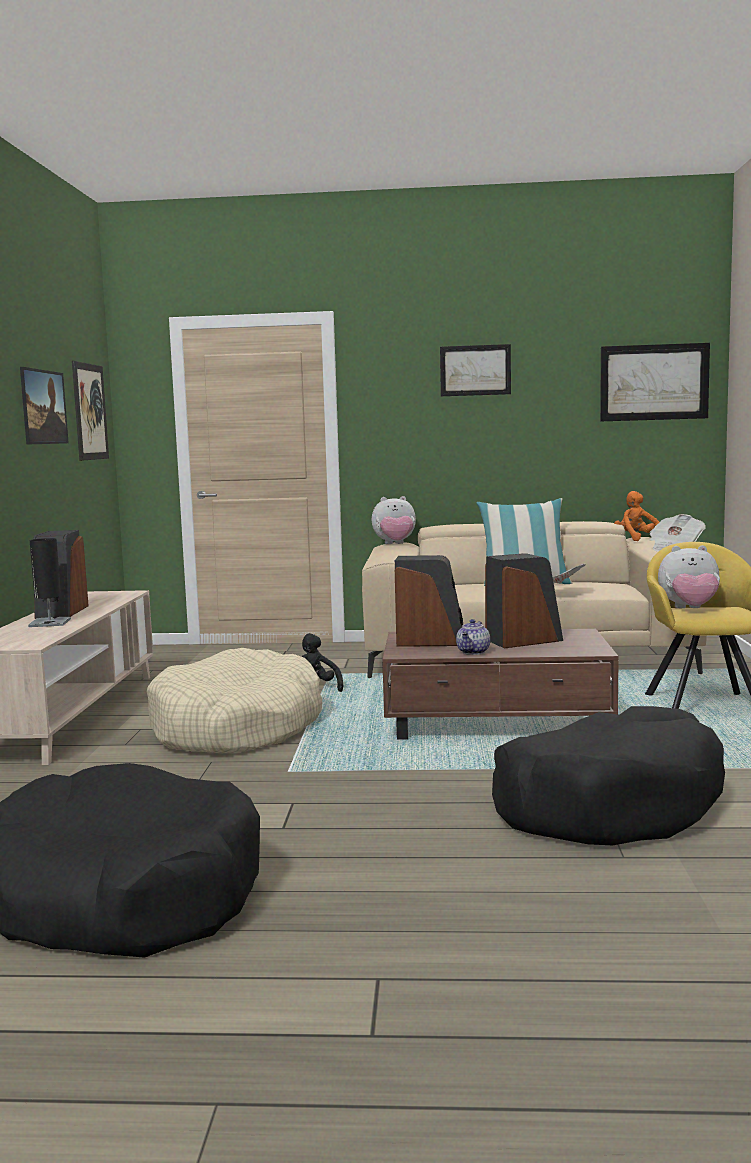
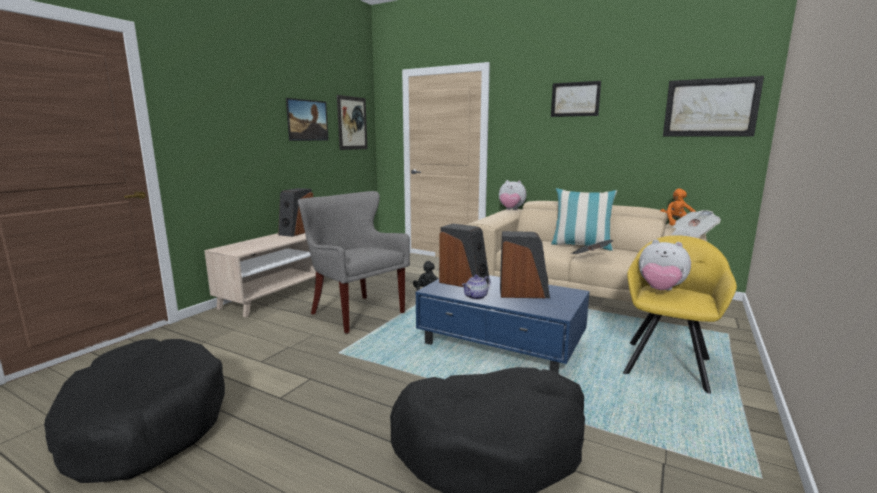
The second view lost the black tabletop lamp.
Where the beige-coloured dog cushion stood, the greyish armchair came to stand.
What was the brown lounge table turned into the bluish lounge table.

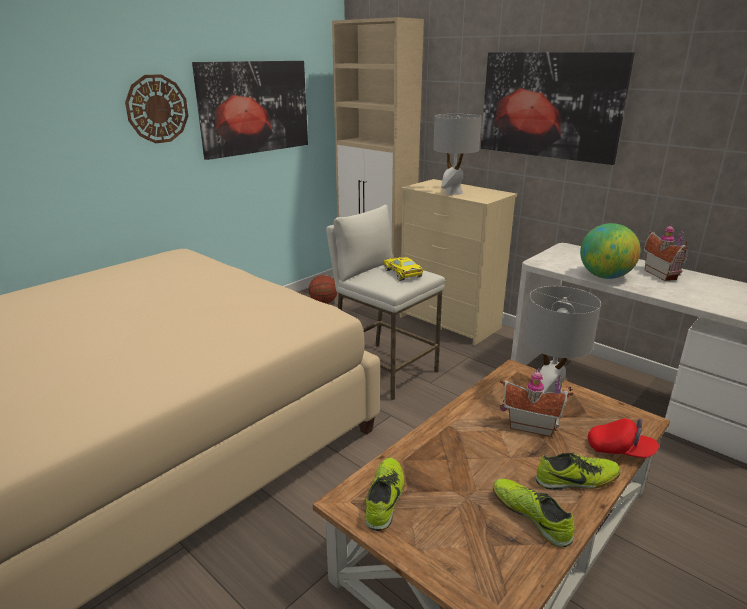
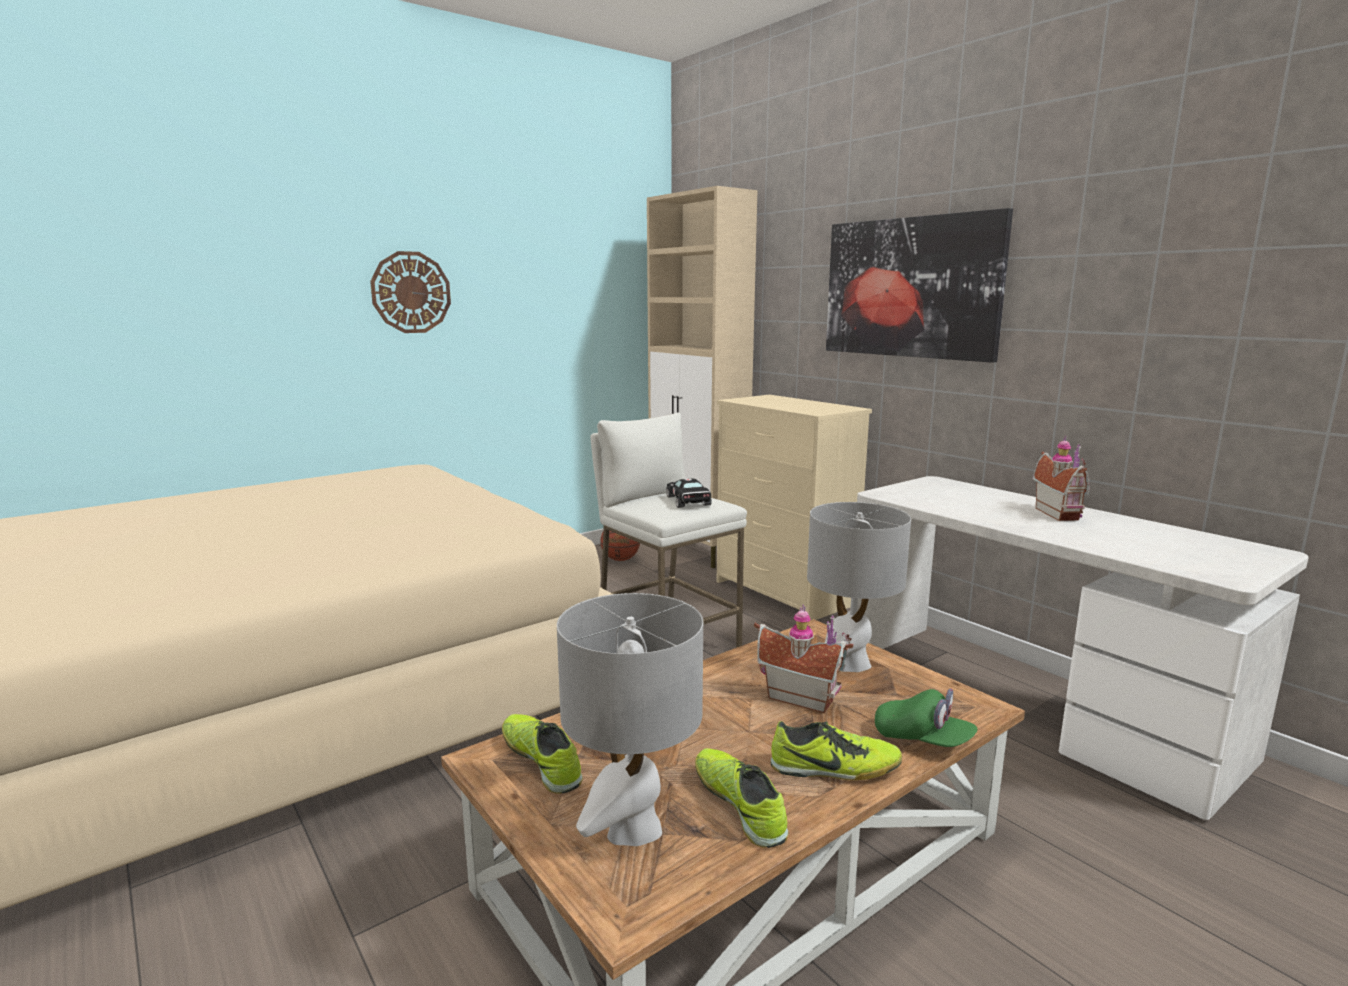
The second view lost the wall picture (no. 1 from left).
The low shoe (no. 1 from left) ended up facing another way, 60 degrees counterclockwise from before.
What was the yellowish toy car turned into the black toy car.
The greyish tabletop lamp (no. 1 from left) ended up elsewhere.
The second view lost the desk globe.
What was the reddish baseball cap turned into the green-coloured baseball cap.

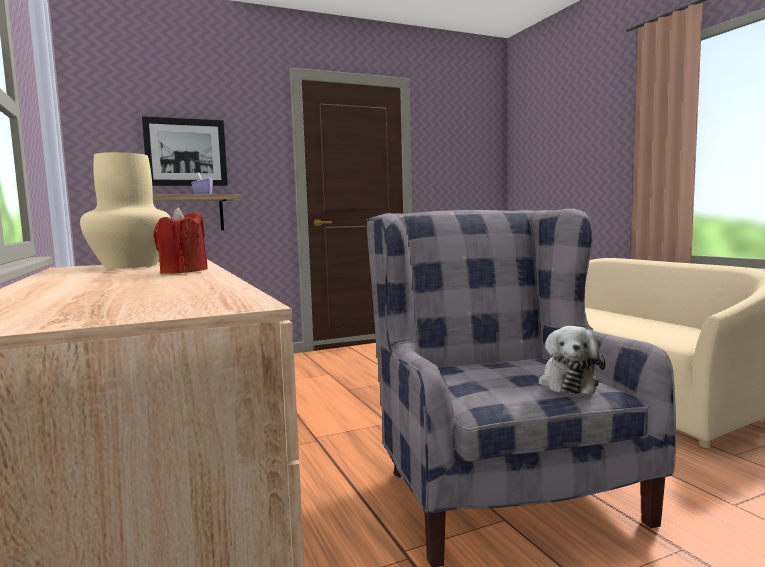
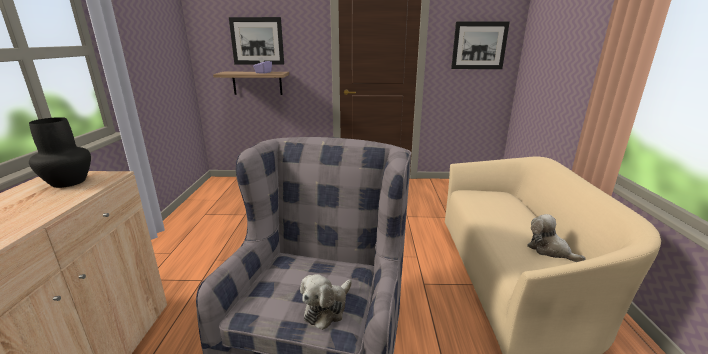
What was the beige-coloured decorative vase turned into the black decorative vase.
The second view lost the reddish candle.
The second view gained the wall picture (no. 2 from left).
The second view gained the cuddly toy (no. 2 from left).

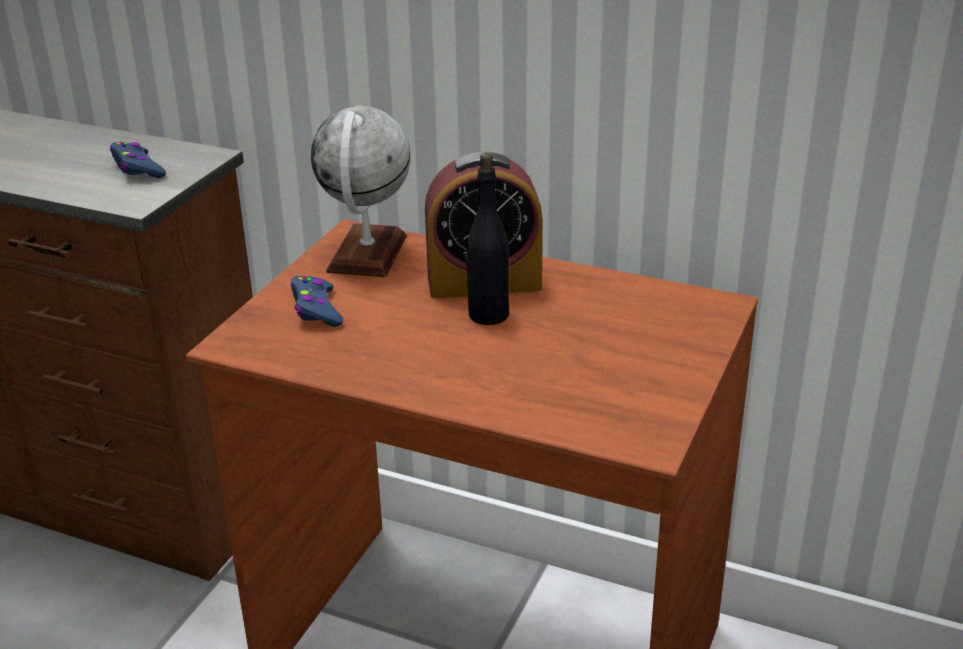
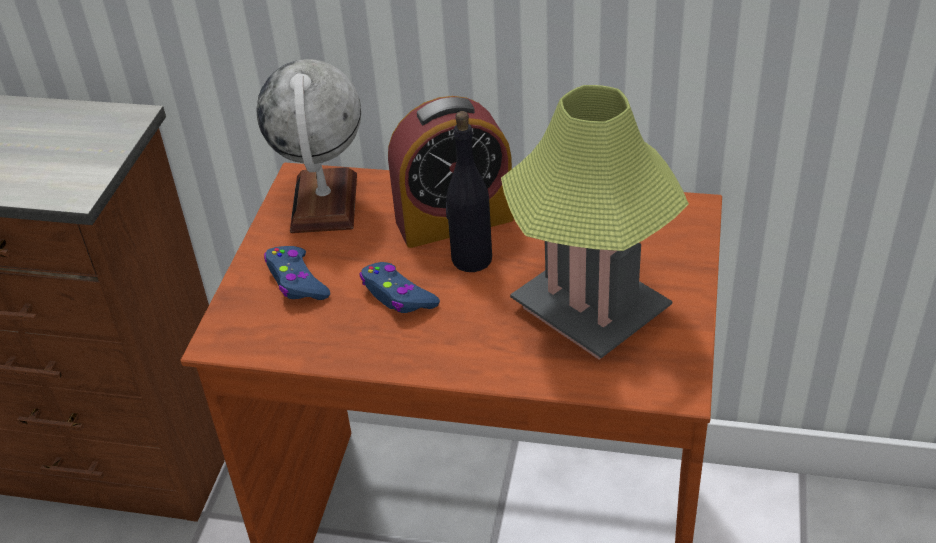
The bluish game controller (no. 1 from left in the first image) ended up elsewhere.
The second view gained the tabletop lamp.

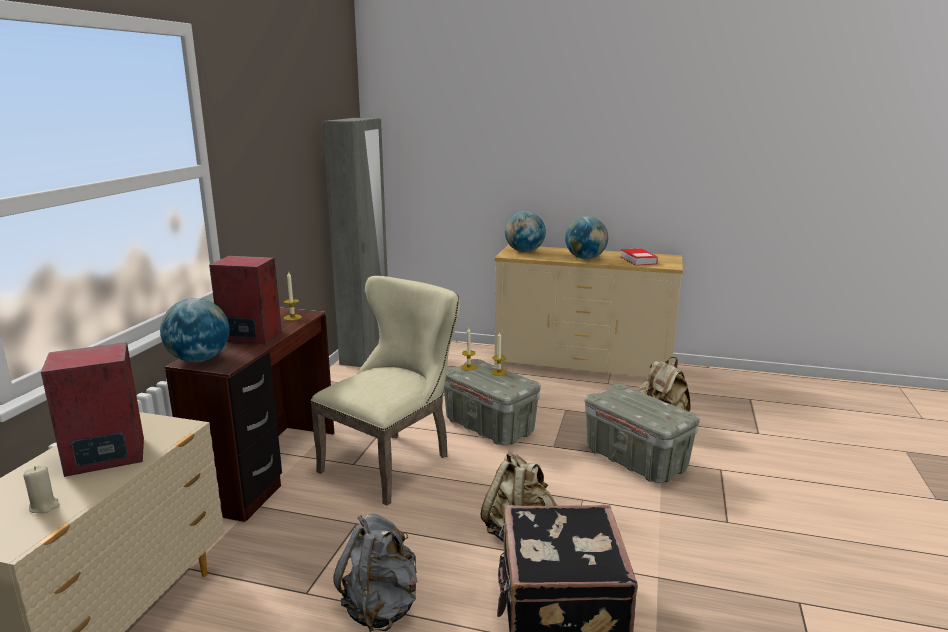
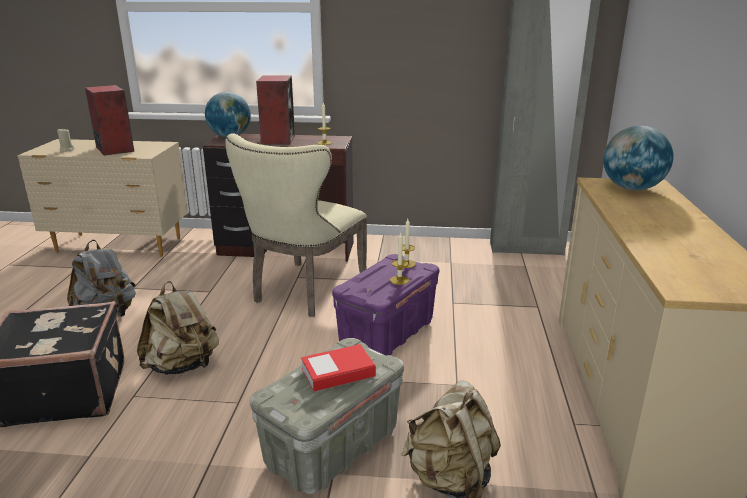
The beige-coloured chair ended up facing another way, 90 degrees clockwise from before.
What was the greyish storage container (no. 1 from left) turned into the purple-coloured storage container.
The second view lost the desk globe (no. 3 from left).
The volume ended up elsewhere.

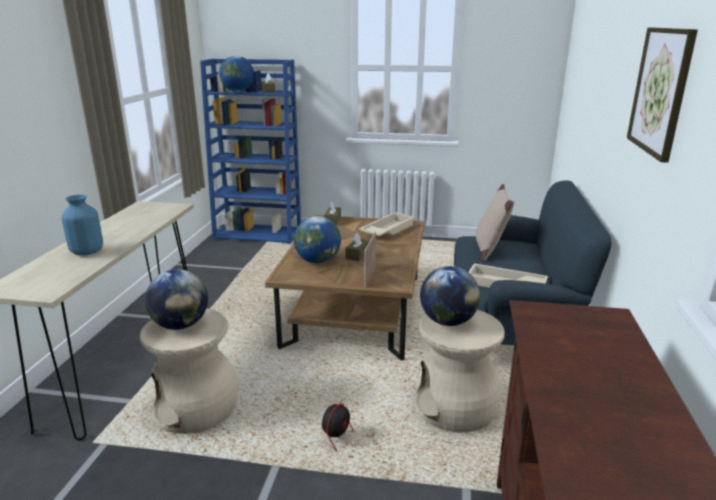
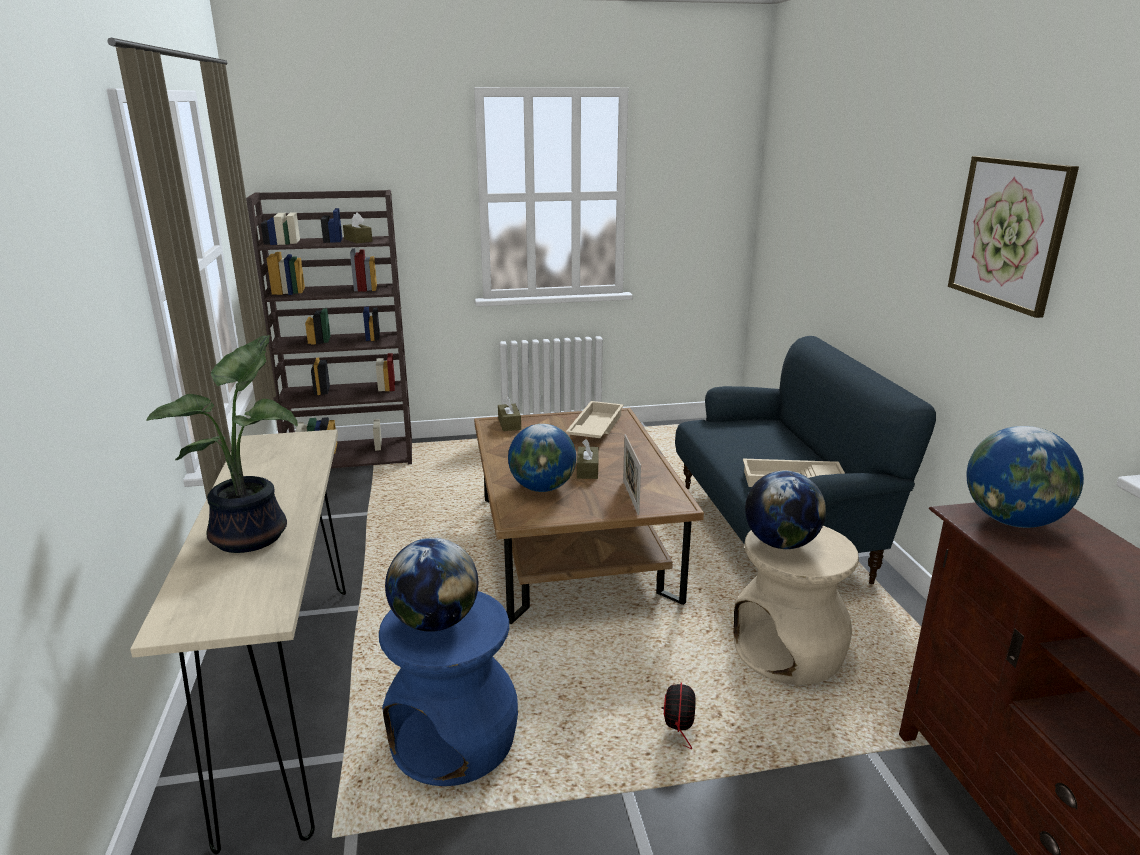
Where the bluish decorative vase stood, the plant in a pot came to stand.
What was the beige-coloured sitting stool (no. 1 from left) turned into the bluish sitting stool.
What was the bluish bookcase turned into the brown bookcase.
The desk globe (no. 2 from left in the first image) ended up elsewhere.
The second view lost the beige-coloured cushion.

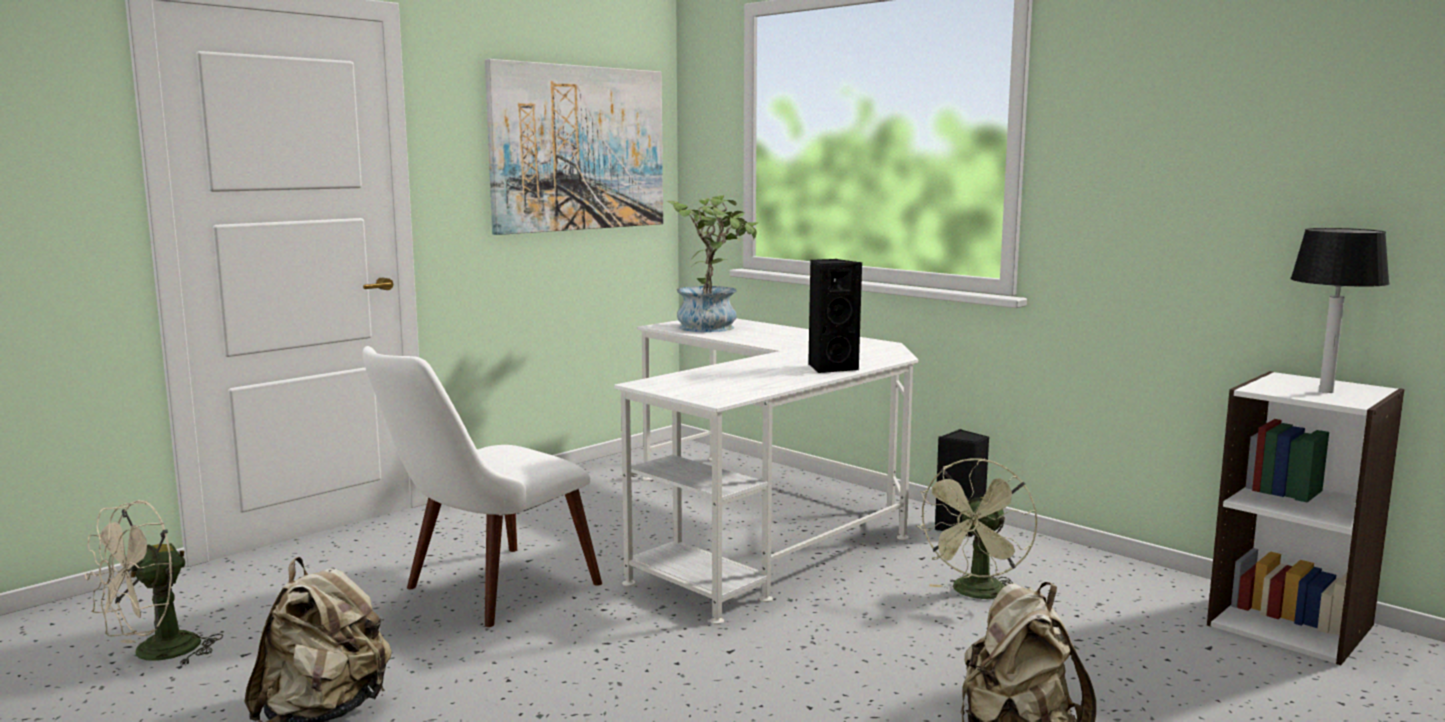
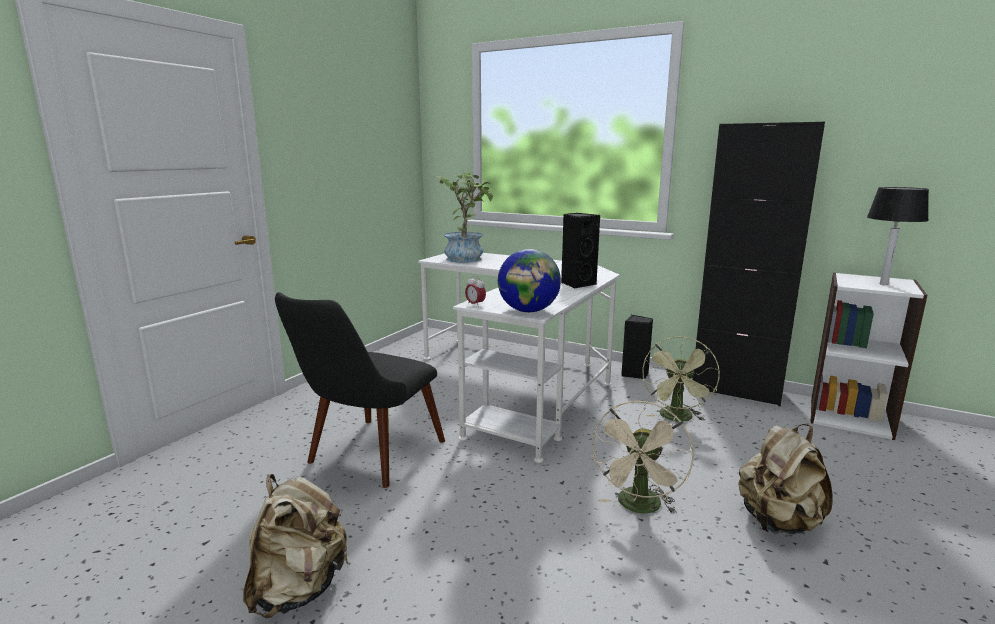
The beige-coloured fan ended up elsewhere.
What was the white chair turned into the black chair.
The second view lost the wall picture.
The second view gained the table clock.
The second view gained the desk globe.
The second view gained the black cabinet.

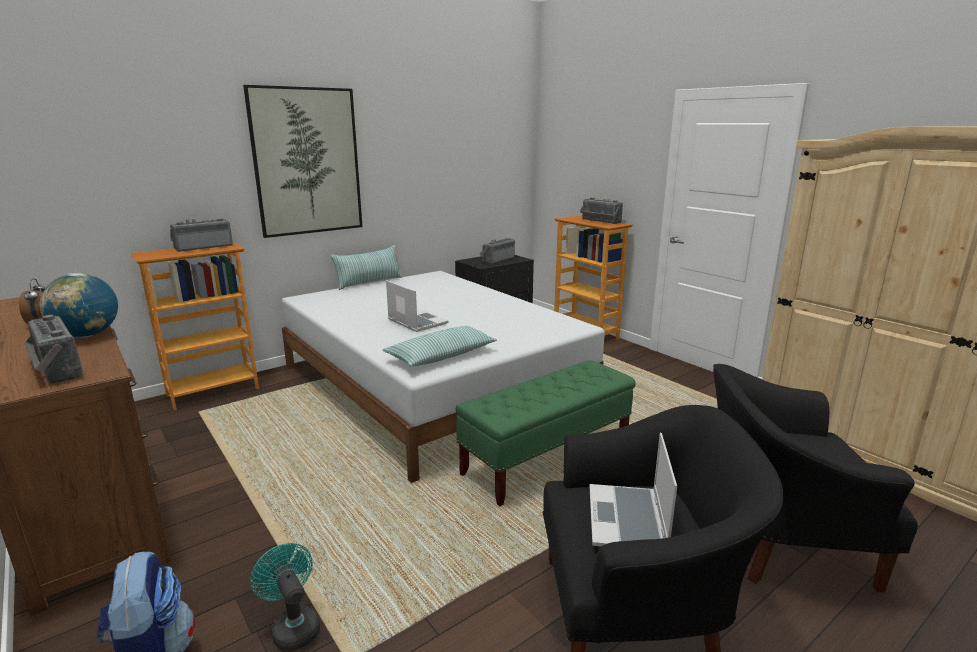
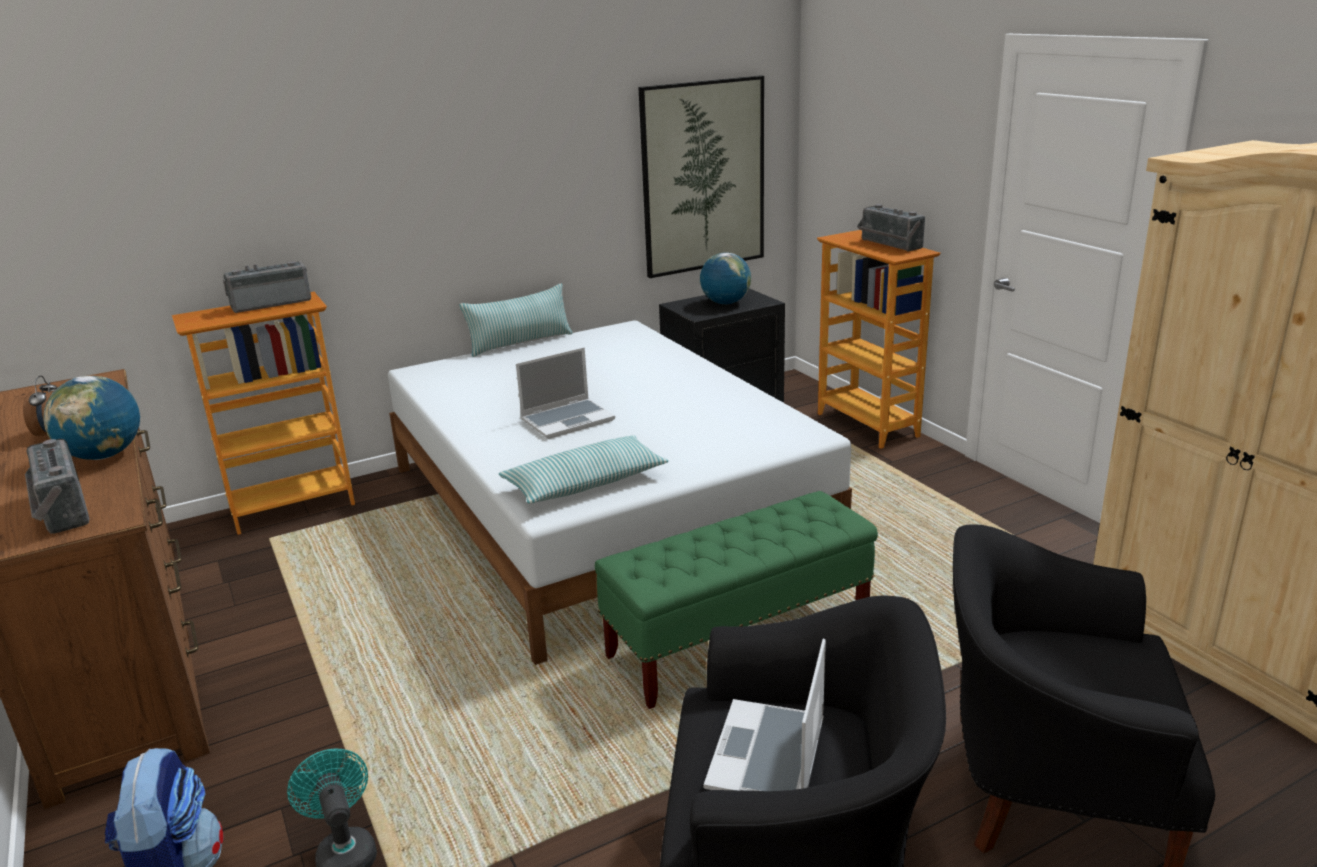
The wall picture ended up elsewhere.
The notebook computer (no. 1 from left) ended up facing another way, 90 degrees clockwise from before.
Where the radio (no. 3 from left) stood, the desk globe (no. 2 from left) came to stand.

